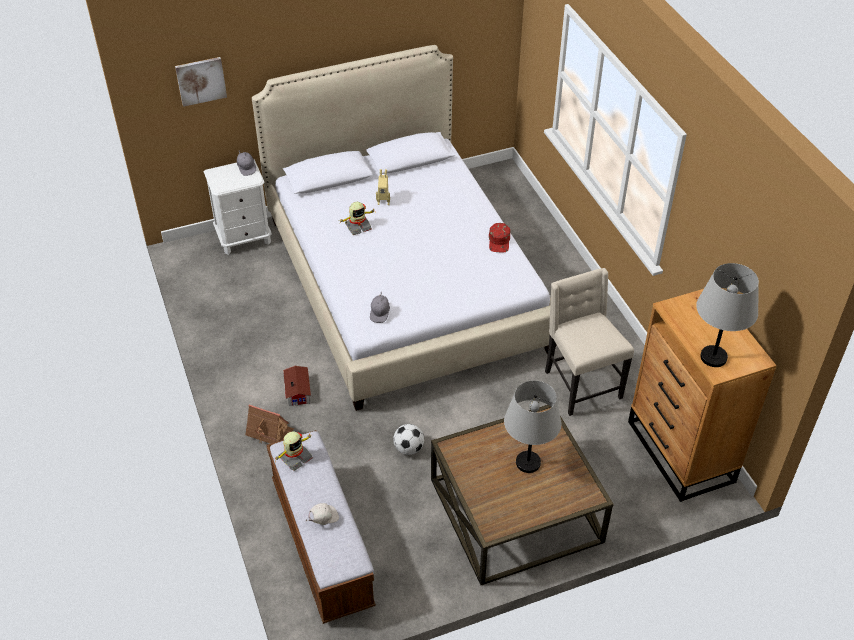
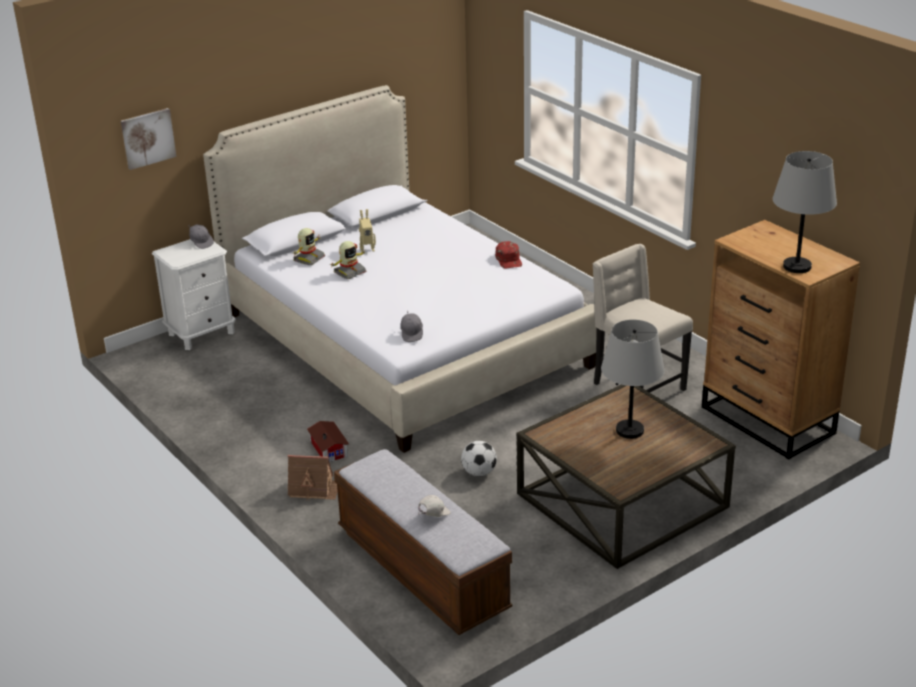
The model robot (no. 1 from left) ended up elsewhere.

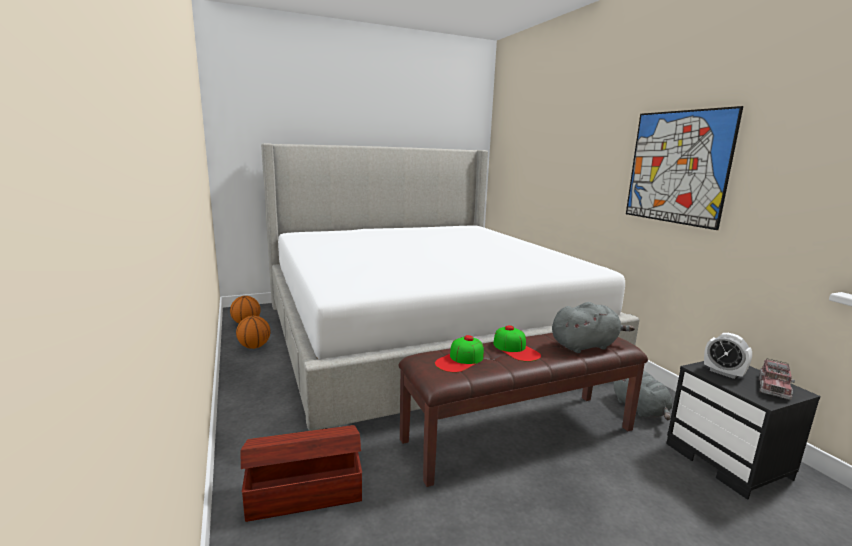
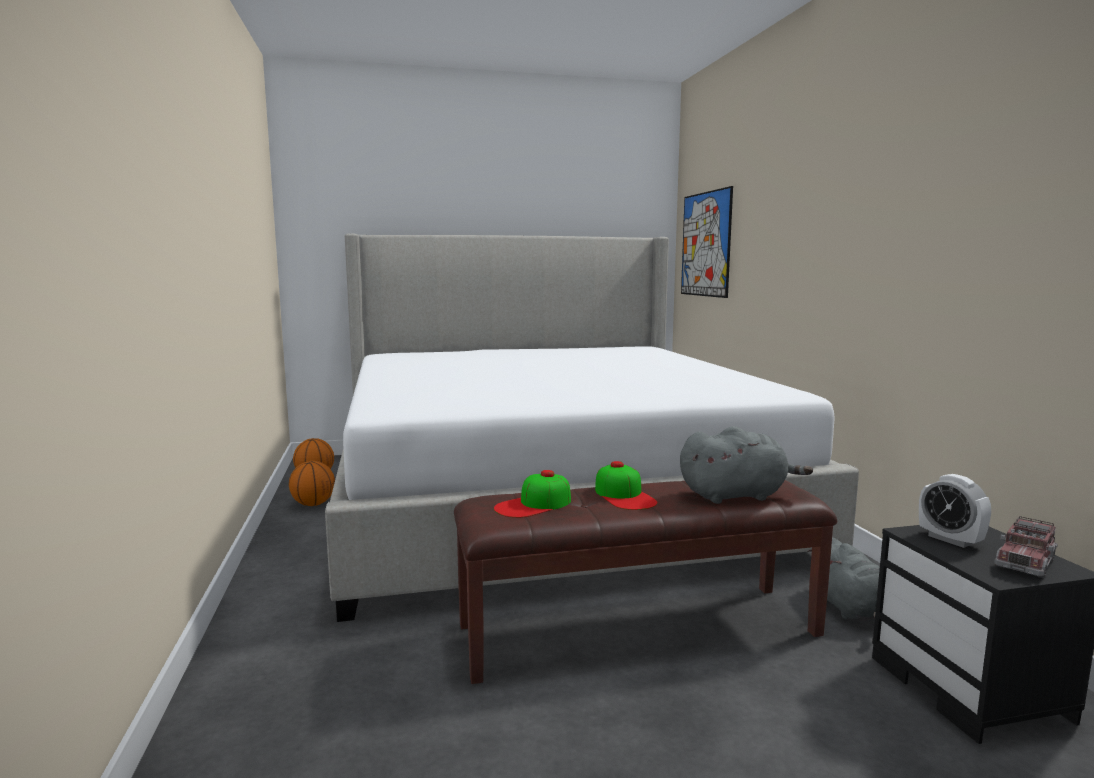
The second view lost the brown storage container.
The wall picture ended up elsewhere.

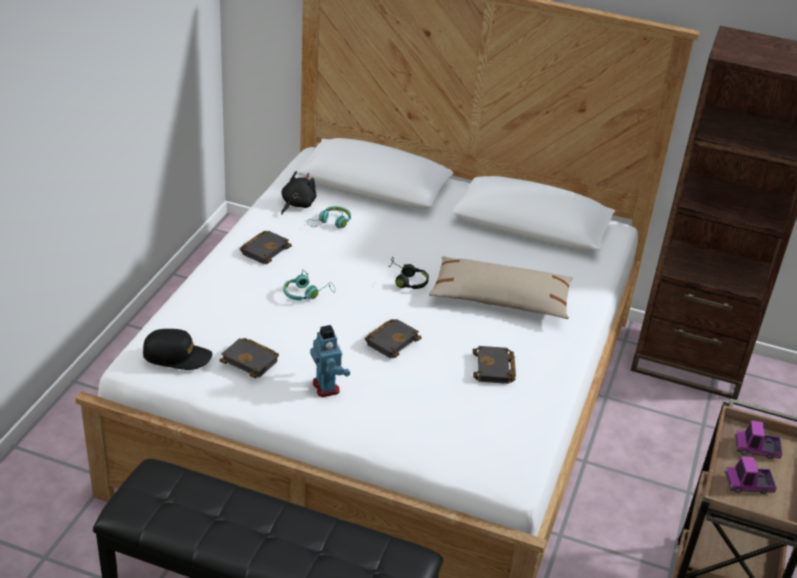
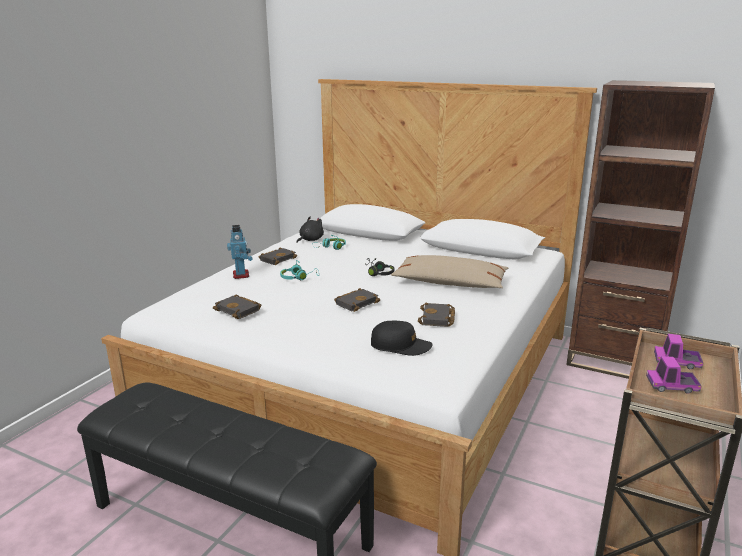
The black baseball cap ended up elsewhere.
The model robot ended up elsewhere.

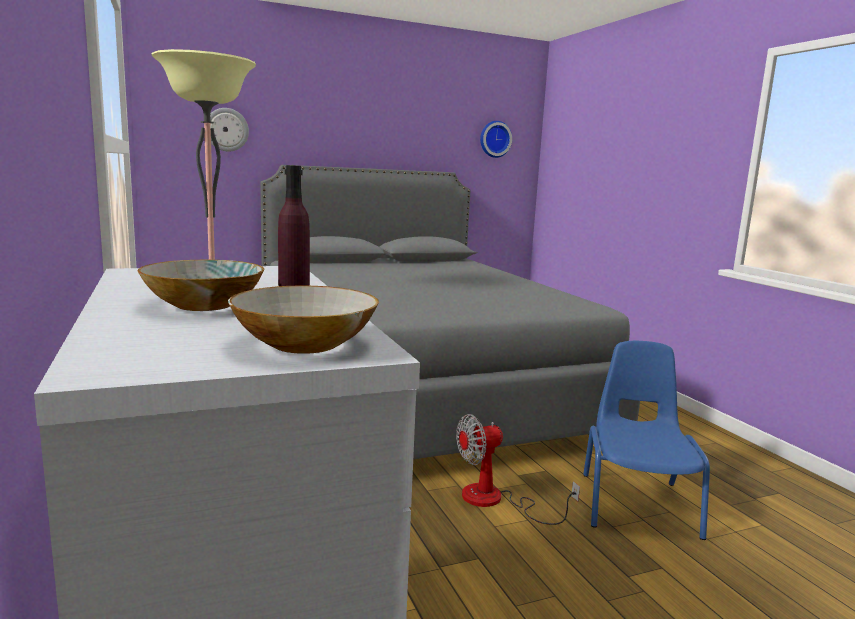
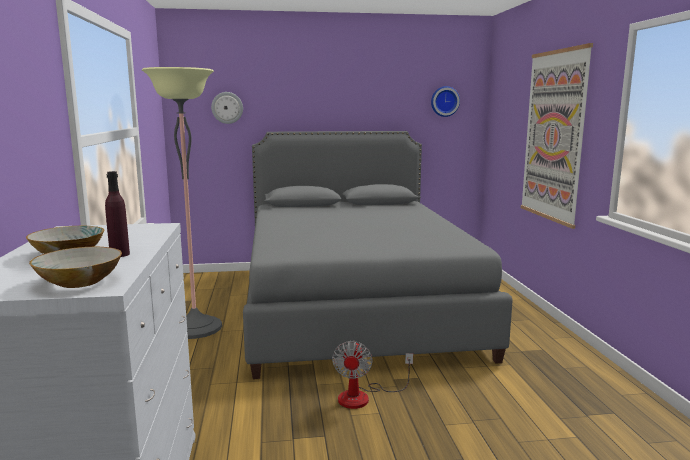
The fan ended up facing another way, 75 degrees counterclockwise from before.
The second view lost the bluish chair.
The second view gained the wall picture.

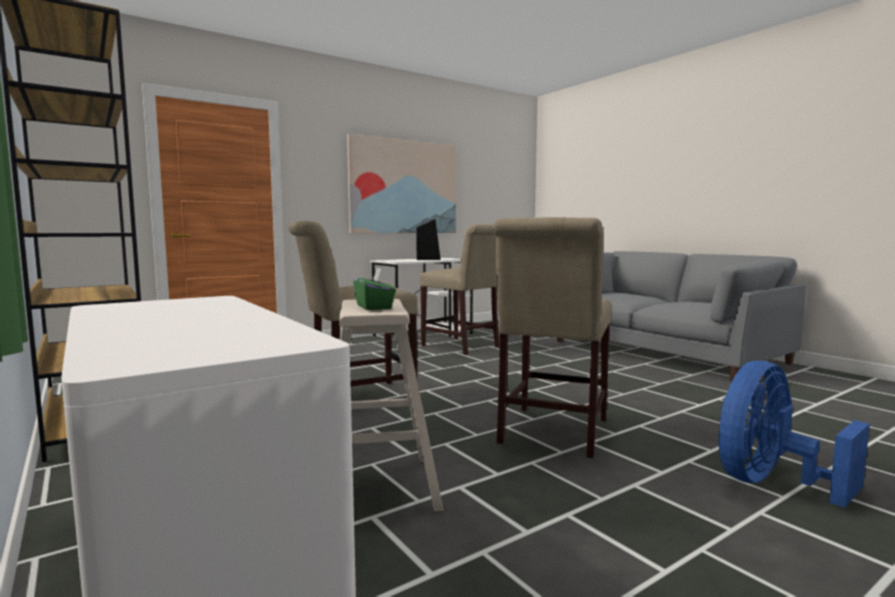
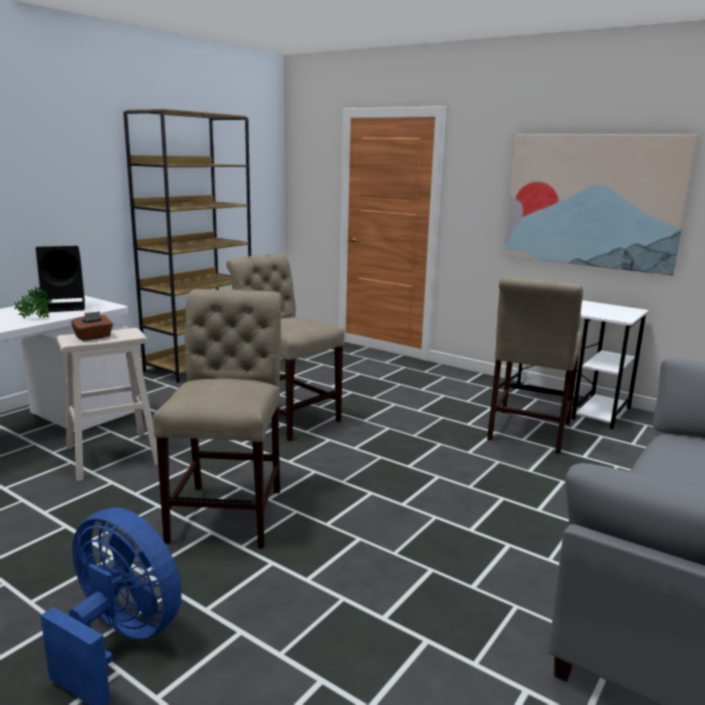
What was the green-coloured box of tissues turned into the brown box of tissues.
The black loudspeaker ended up elsewhere.
The beige-coloured chair (no. 3 from left in the first image) ended up facing another way, 90 degrees clockwise from before.
The second view gained the plant in a pot.

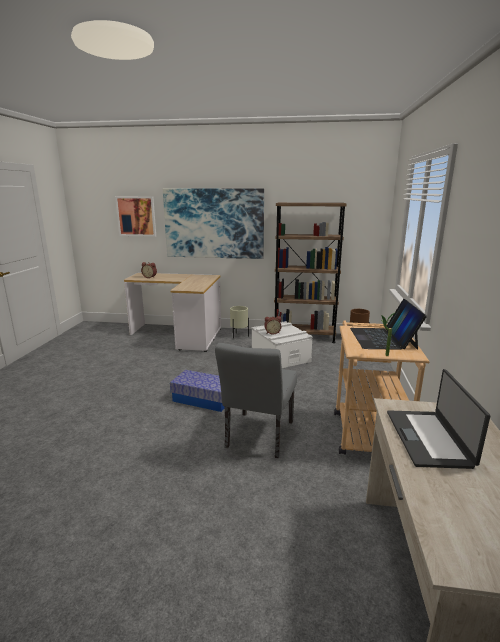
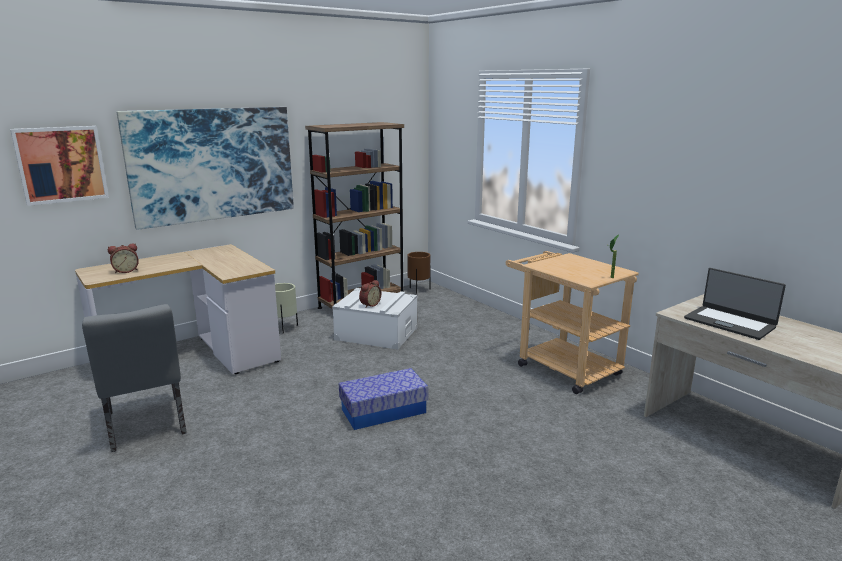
The greyish chair ended up elsewhere.
The second view lost the notebook computer (no. 1 from left).

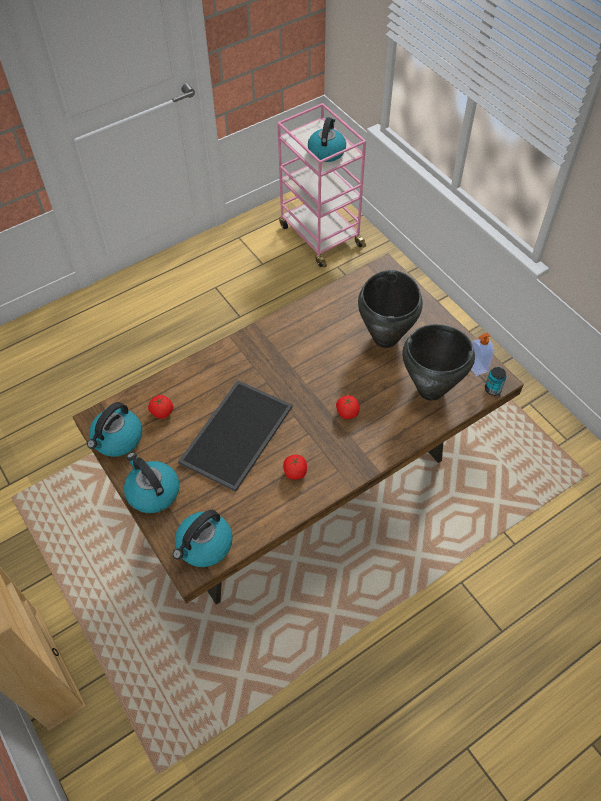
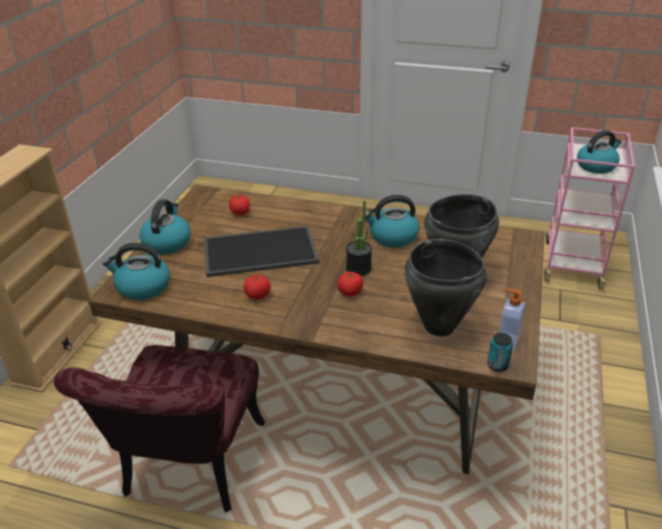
The tea kettle (no. 1 from left in the first image) ended up elsewhere.
The second view gained the reddish chair.
The second view gained the plant in a pot.

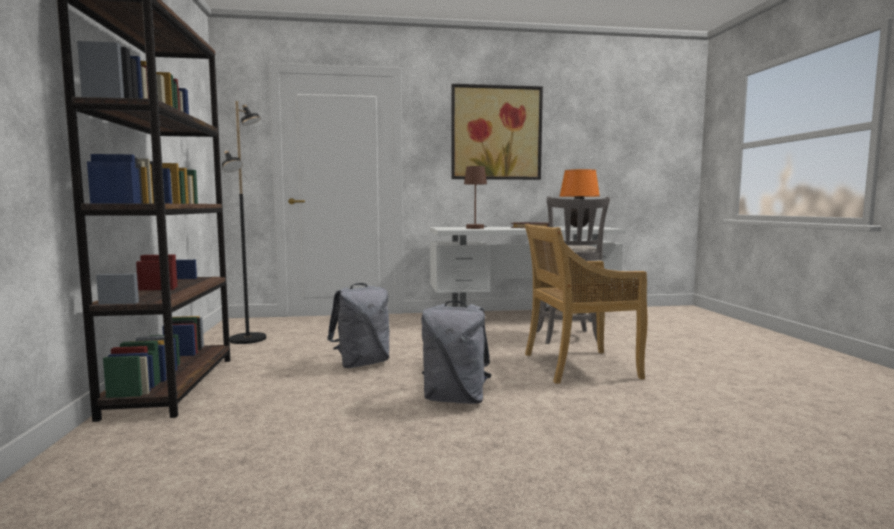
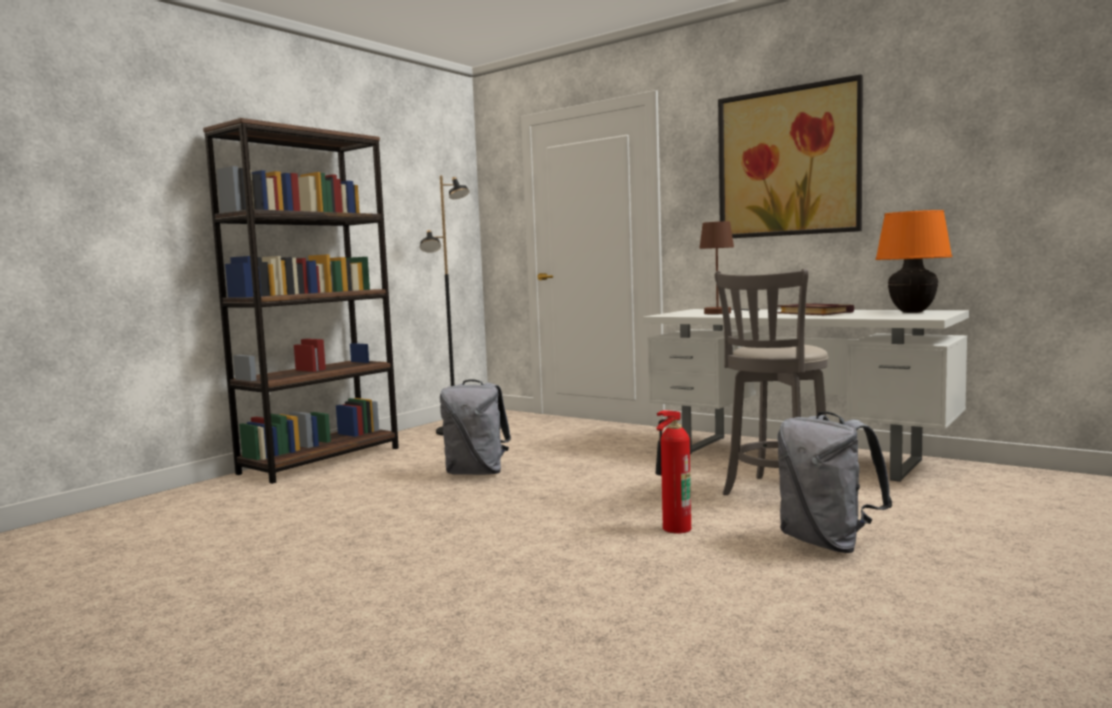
The greyish knapsack (no. 2 from left) ended up elsewhere.
Where the beige-coloured chair stood, the fire extinguisher came to stand.

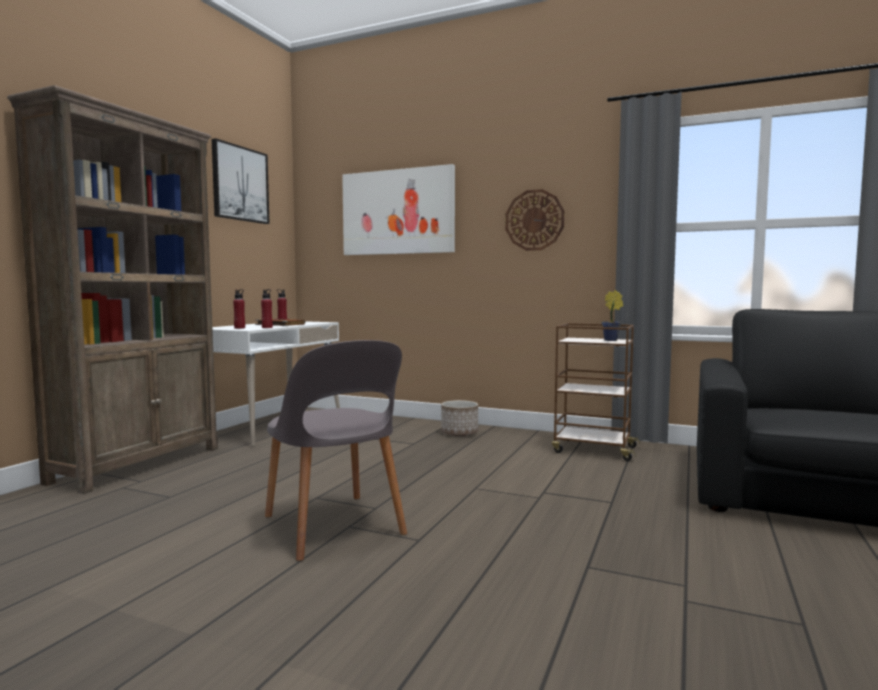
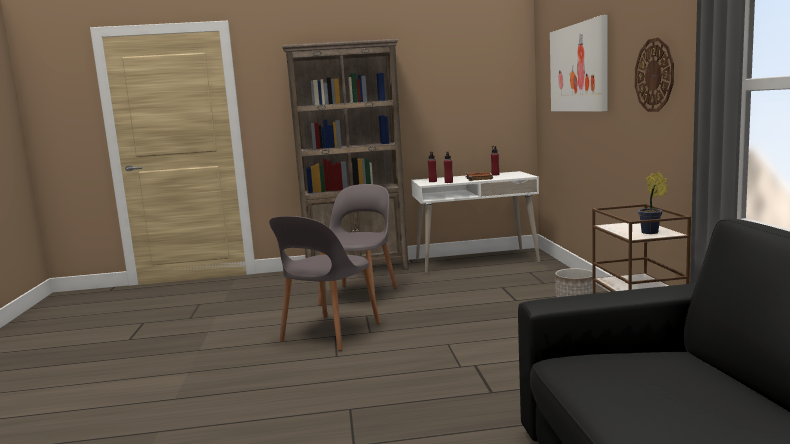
The second view lost the wall picture (no. 1 from left).
The second view gained the greyish chair (no. 2 from left).

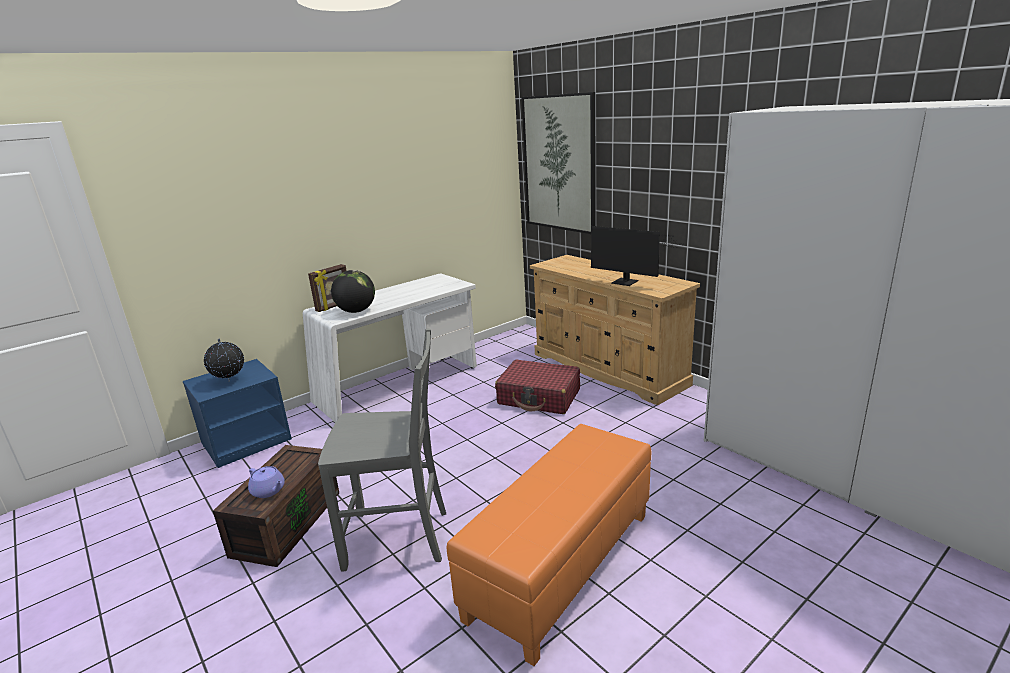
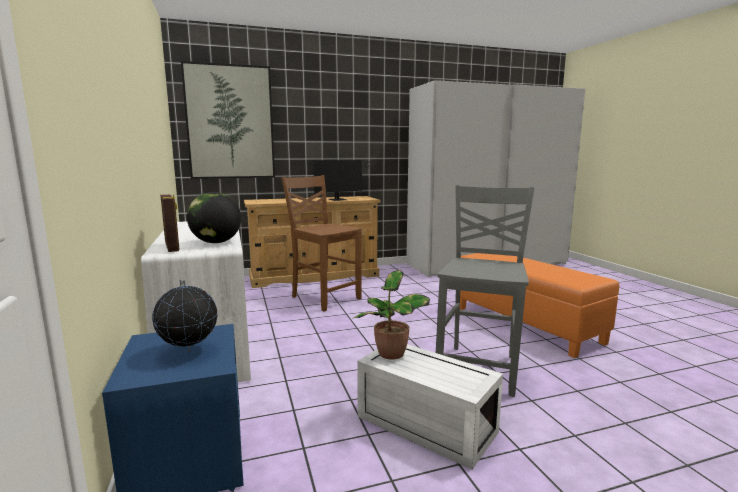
What was the brown storage container turned into the white storage container.
The second view lost the purple-coloured pot for tea.
Where the reddish piece of luggage stood, the brown chair came to stand.
The second view gained the plant in a pot.

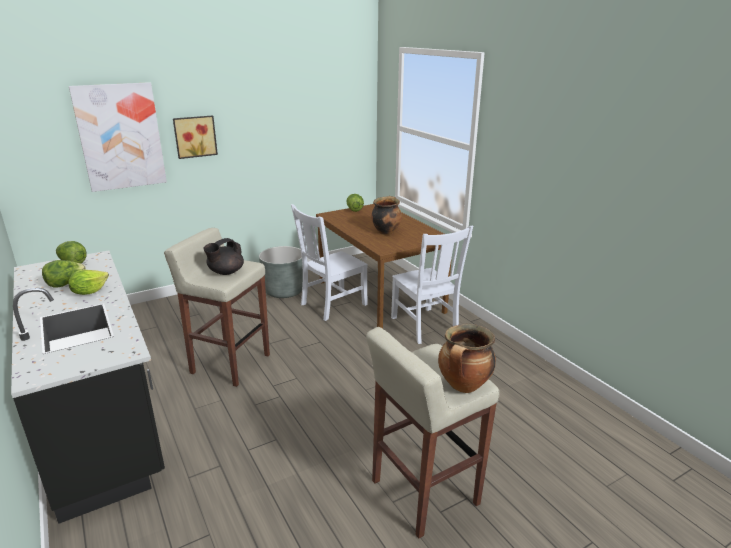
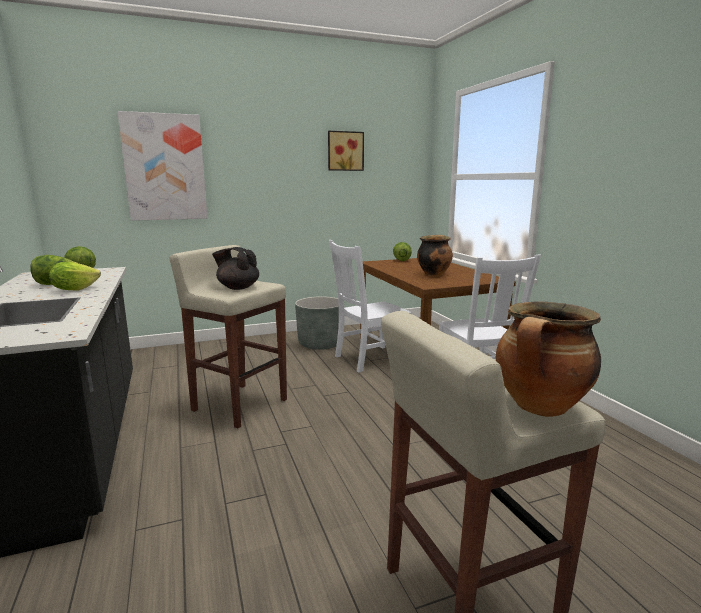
The wall picture (no. 2 from left) ended up elsewhere.
The black pot for tea ended up facing another way, 60 degrees clockwise from before.

